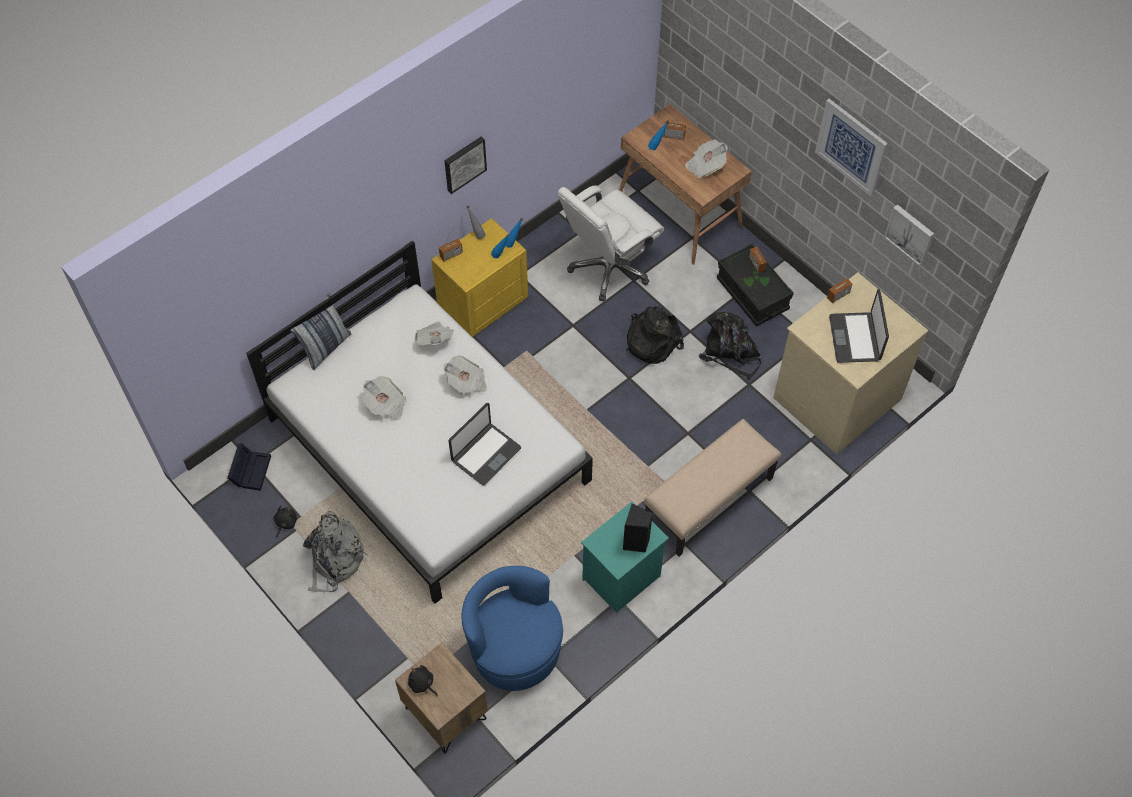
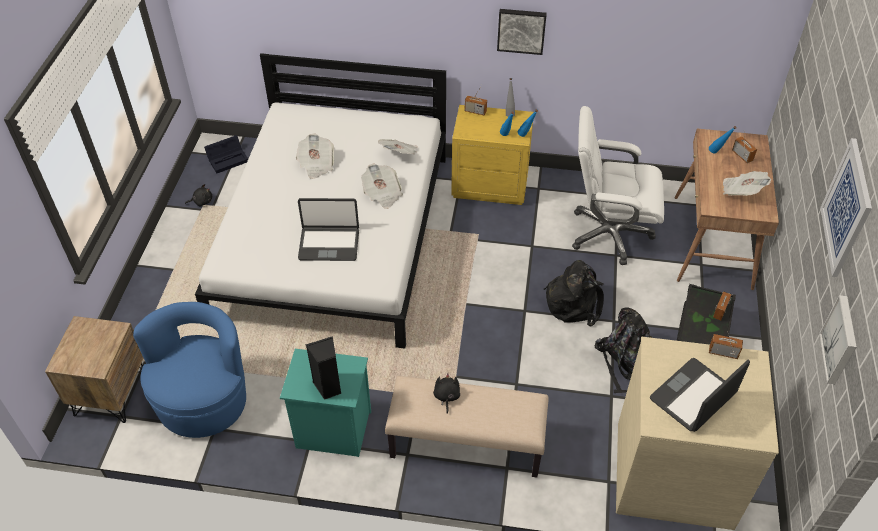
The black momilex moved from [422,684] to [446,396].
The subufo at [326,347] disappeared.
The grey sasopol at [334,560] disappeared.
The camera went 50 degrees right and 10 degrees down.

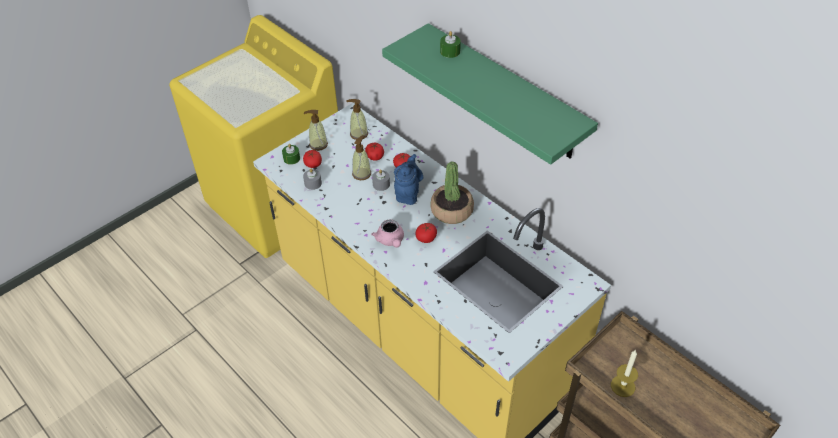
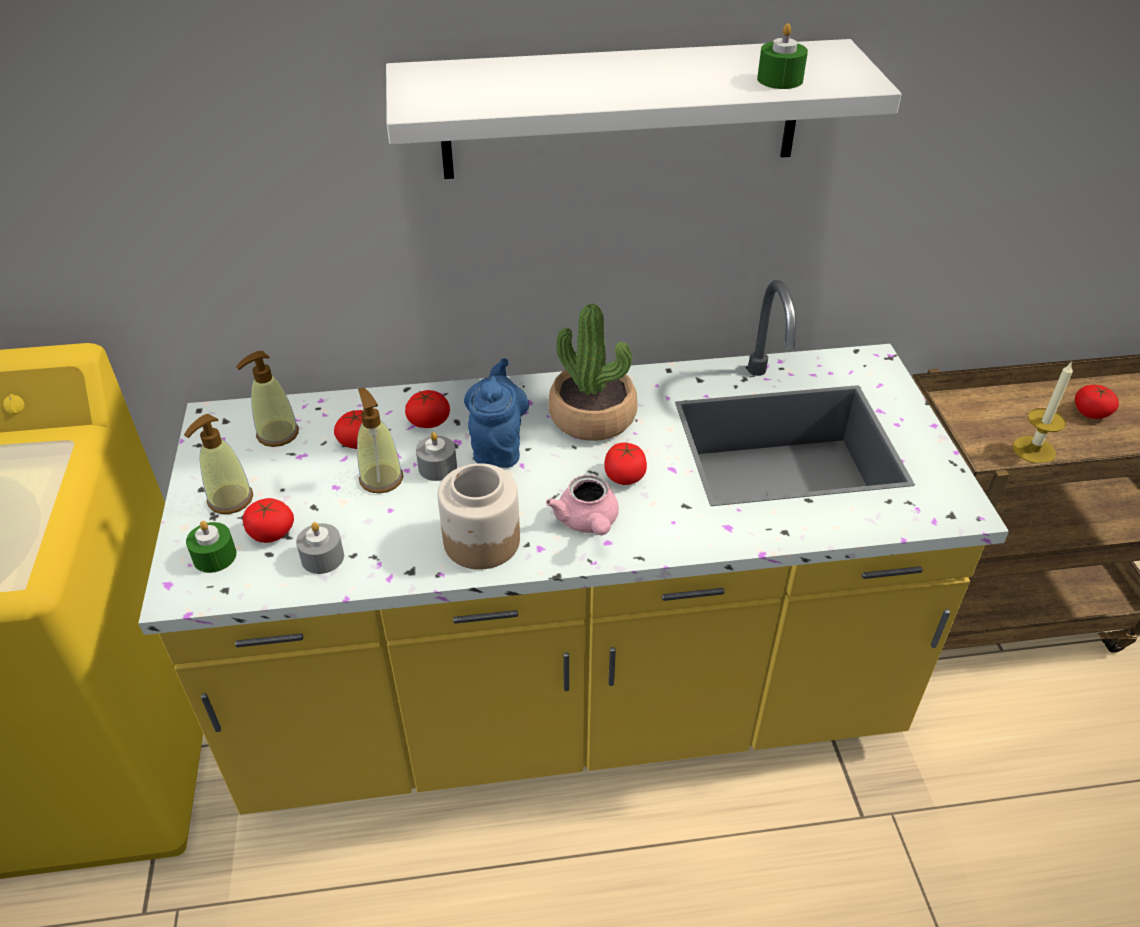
The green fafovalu at [505,92] became the white fafovalu at [621,110].
The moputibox at [480,541] appeared.
The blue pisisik at [408,193] turned 45 degrees clockwise.
The pink pisisik at [390,241] turned 60 degrees clockwise.
The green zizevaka moved from [450,51] to [780,79].
The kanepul at [1091,412] appeared.
The camera went 55 degrees left and 5 degrees down.

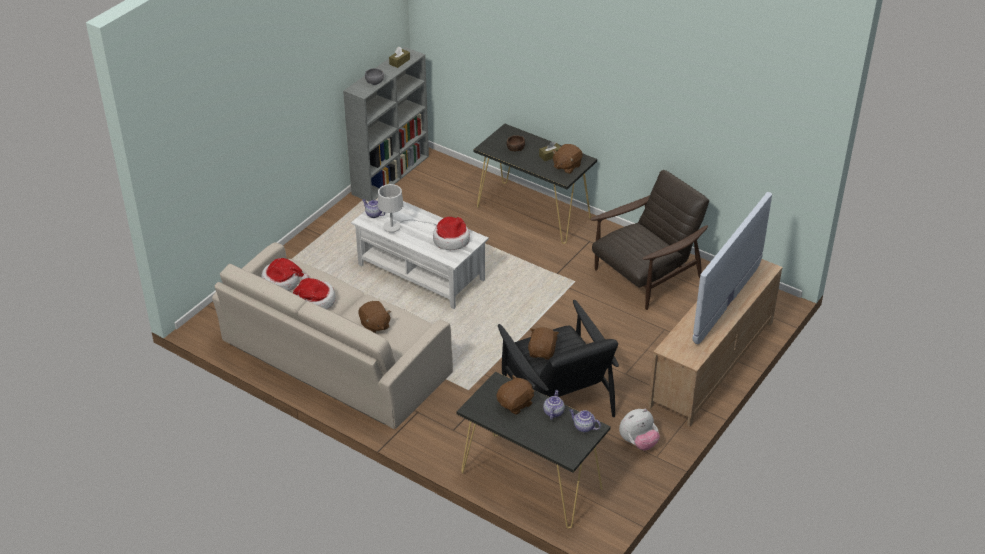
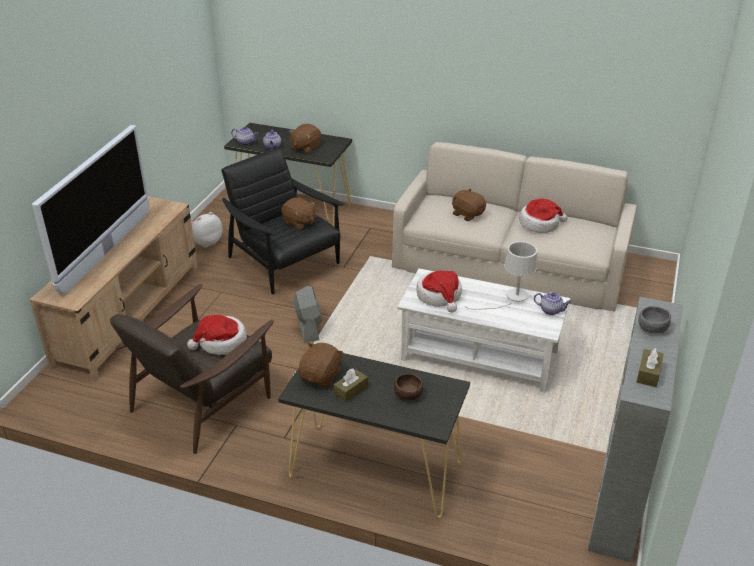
The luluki moved from [282,282] to [221,342].
The brown momilex at [542,352] turned 45 degrees counterclockwise.
The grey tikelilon at [308,327] appeared.
The camera went 165 degrees right and 5 degrees down.

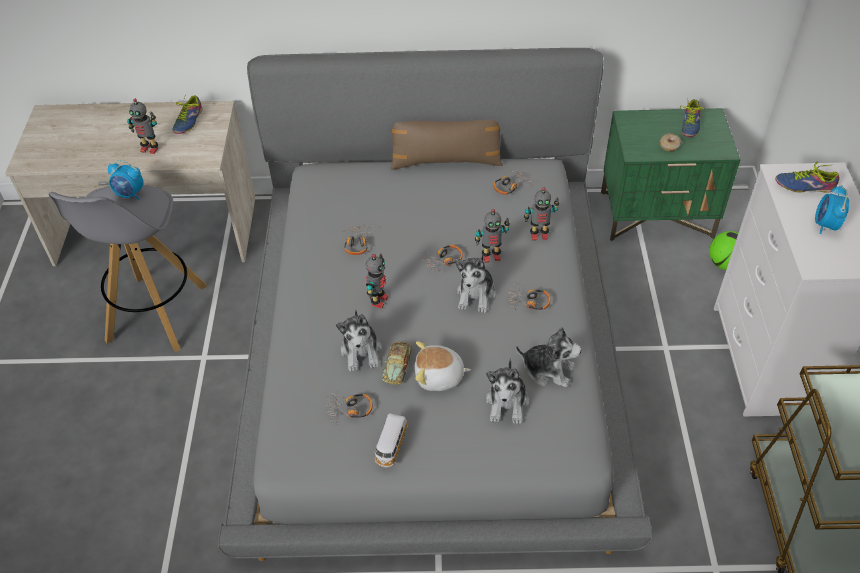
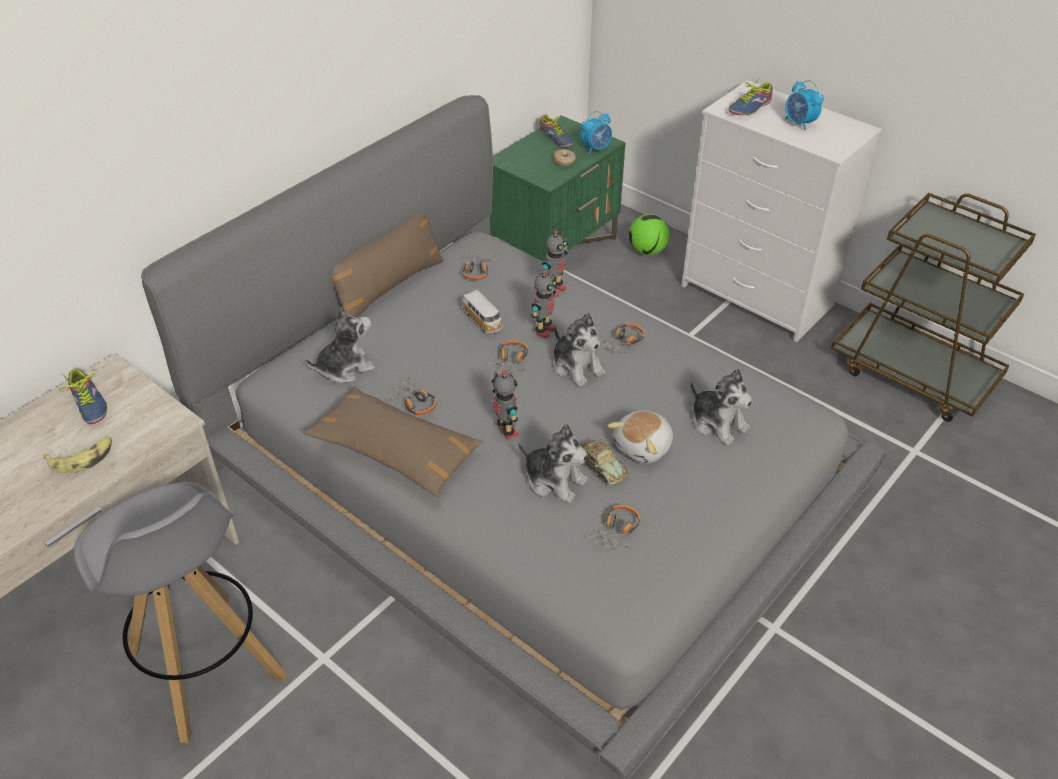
The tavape at [150,148] was replaced by the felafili at [83,458].
The brown subufo at [395,451] appeared.
The momilex moved from [548,370] to [345,368].
The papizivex moved from [391,446] to [483,320].
The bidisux moved from [130,194] to [596,148].
The camera went 50 degrees left and 5 degrees down.

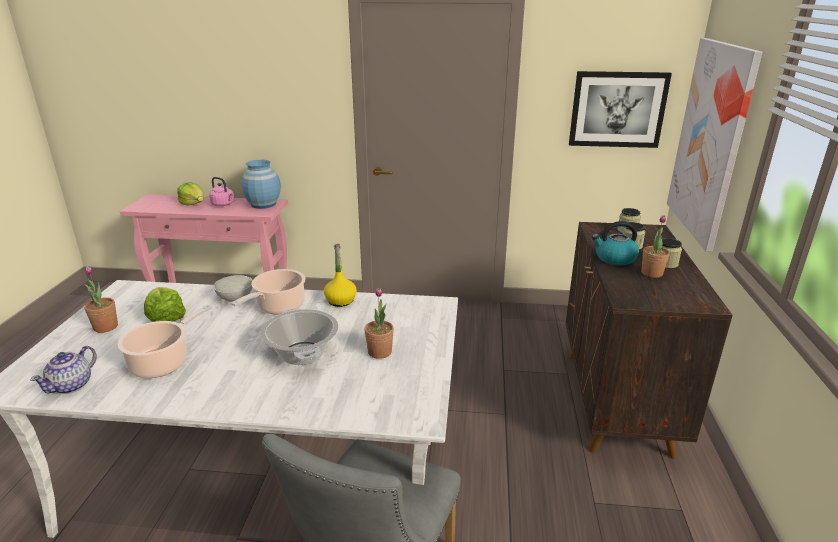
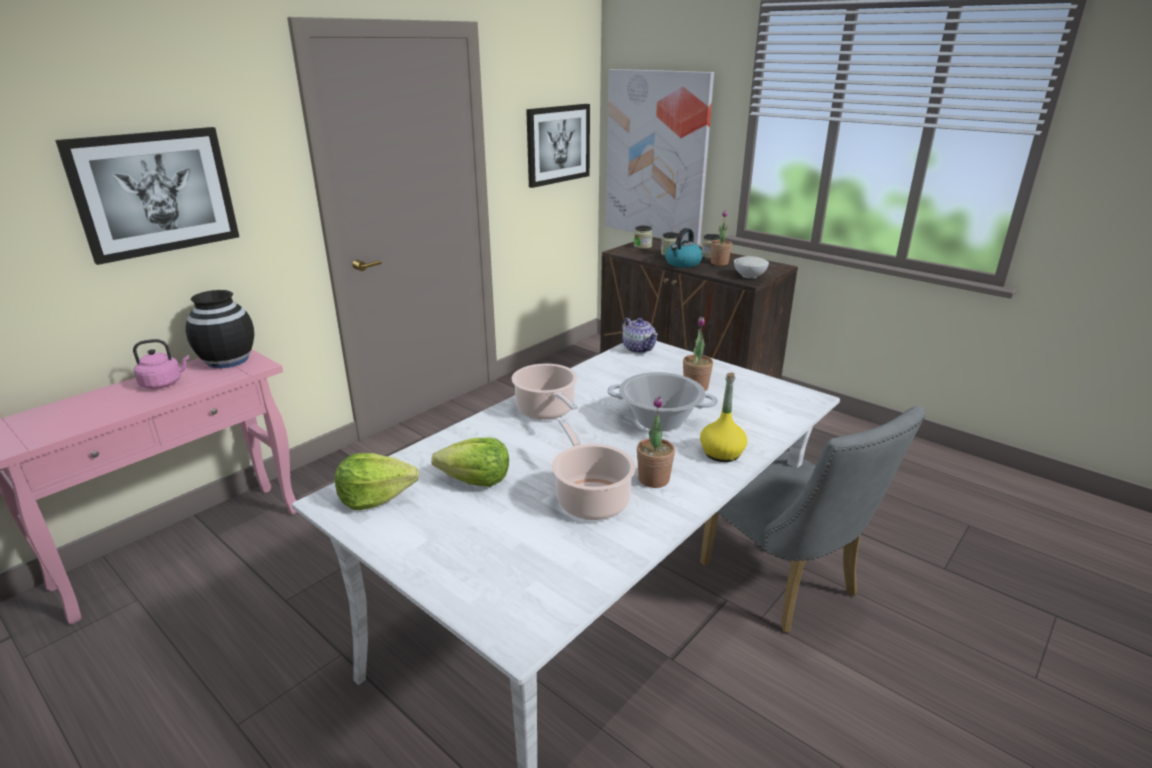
The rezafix at [155,193] appeared.
The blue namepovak at [263,204] became the black namepovak at [227,360].
The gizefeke moved from [193,204] to [375,497].
The pisisik moved from [72,385] to [639,348].
The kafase moved from [106,327] to [654,479].
The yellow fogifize moved from [340,301] to [721,453].
The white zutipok moved from [235,298] to [749,276].
The camera went 55 degrees left and 0 degrees up.

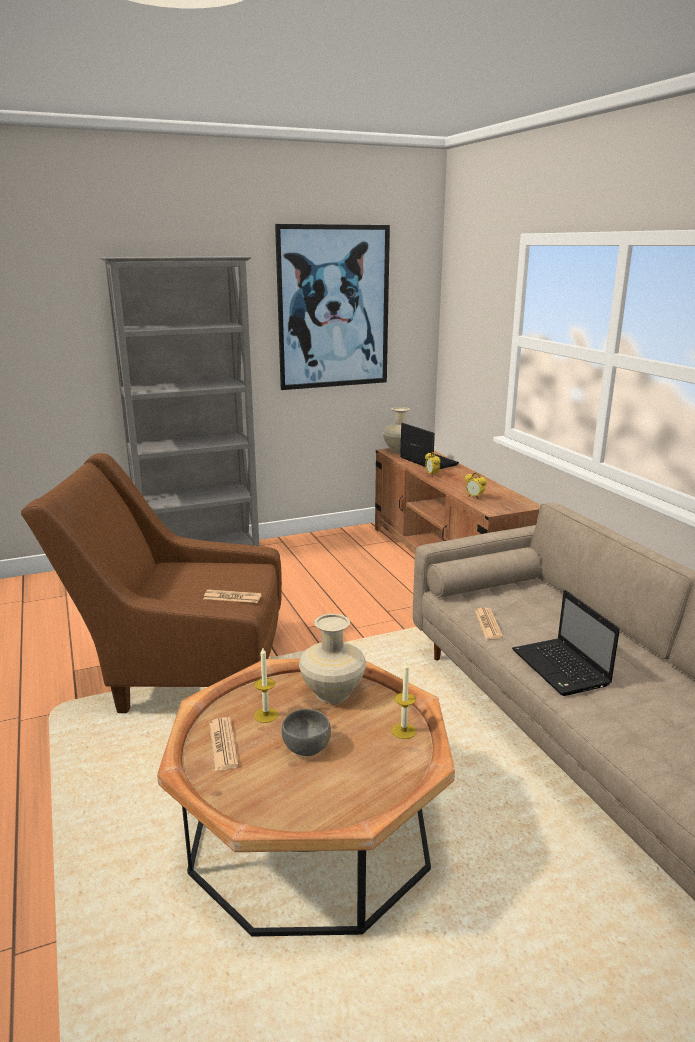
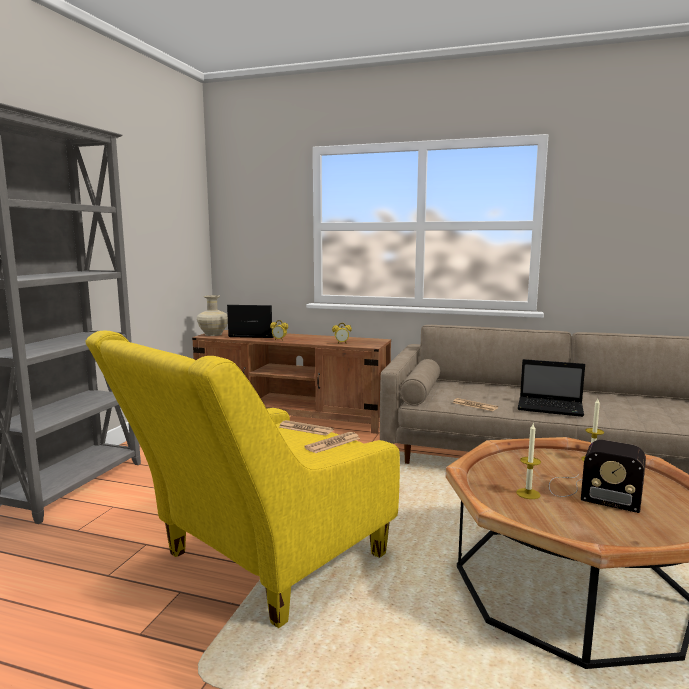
The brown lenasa at [181,671] became the yellow lenasa at [258,565].
The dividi moved from [223,744] to [305,429].
The grey zutipok at [307,747] was replaced by the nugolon at [590,493].
The rezafix at [333,308] disappeared.
The beige namepovak at [331,693] disappeared.
The camera went 50 degrees left and 10 degrees down.

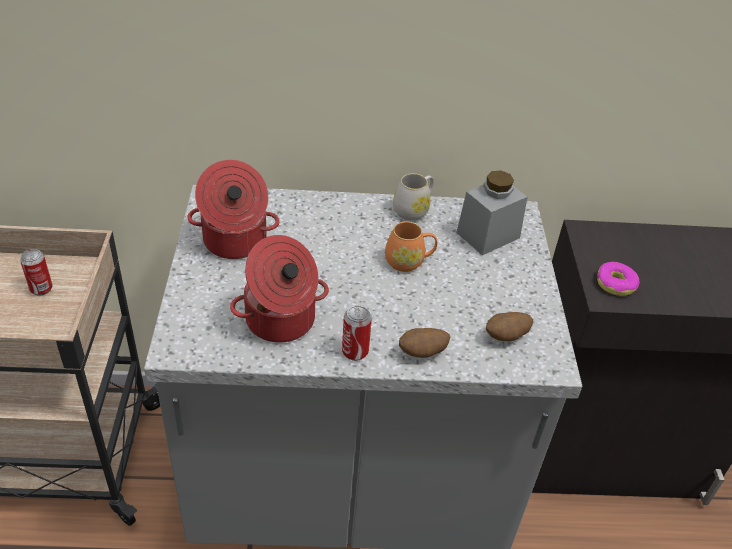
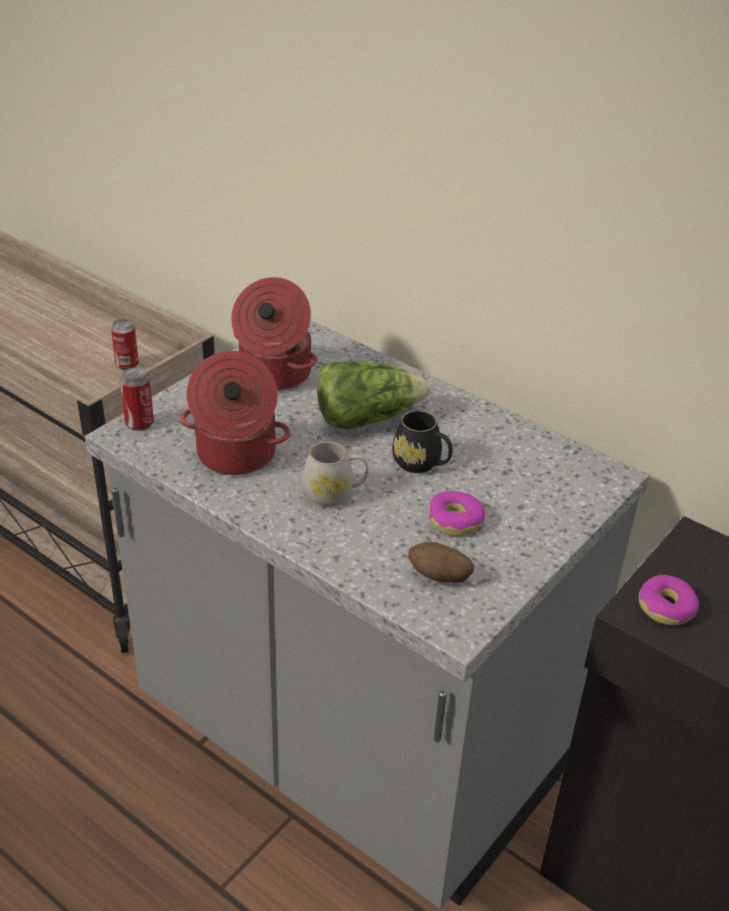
The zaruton moved from [355,352] to [139,423].
The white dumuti moved from [413,209] to [334,493].
The gizefeke at [366,417] appeared.
The orange dumuti at [409,261] became the black dumuti at [421,464].
The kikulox at [455,520] appeared.
The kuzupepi at [422,353] disappeared.
The grey moputibox at [488,235] disappeared.
The camera went 40 degrees right and 5 degrees down.

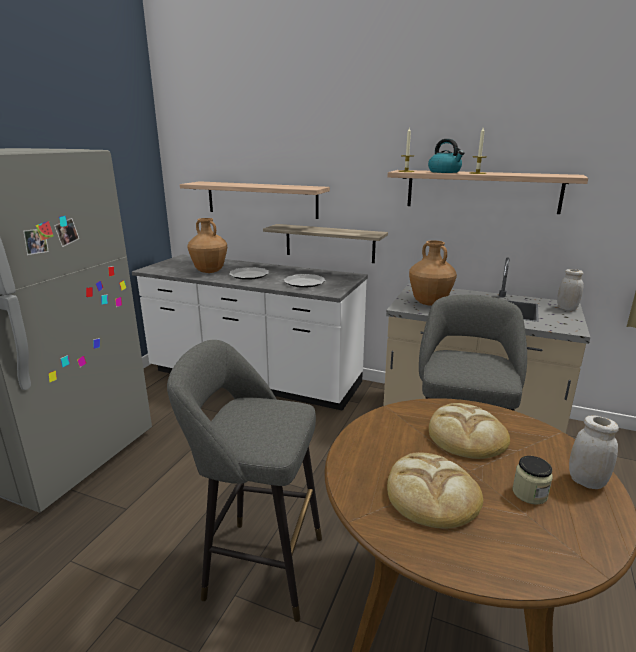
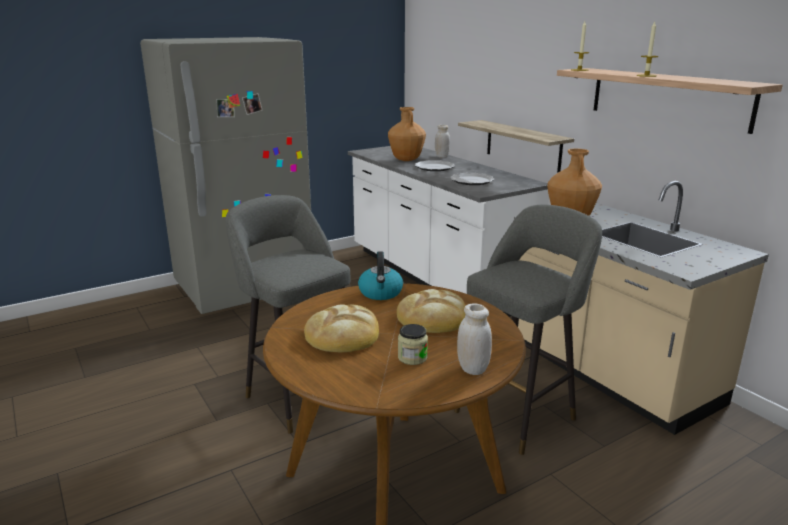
The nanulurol moved from [445,172] to [381,293].
The white moputibox moved from [566,308] to [442,156].
The fafovalu at [261,199] disappeared.
The camera went 35 degrees right and 0 degrees up.

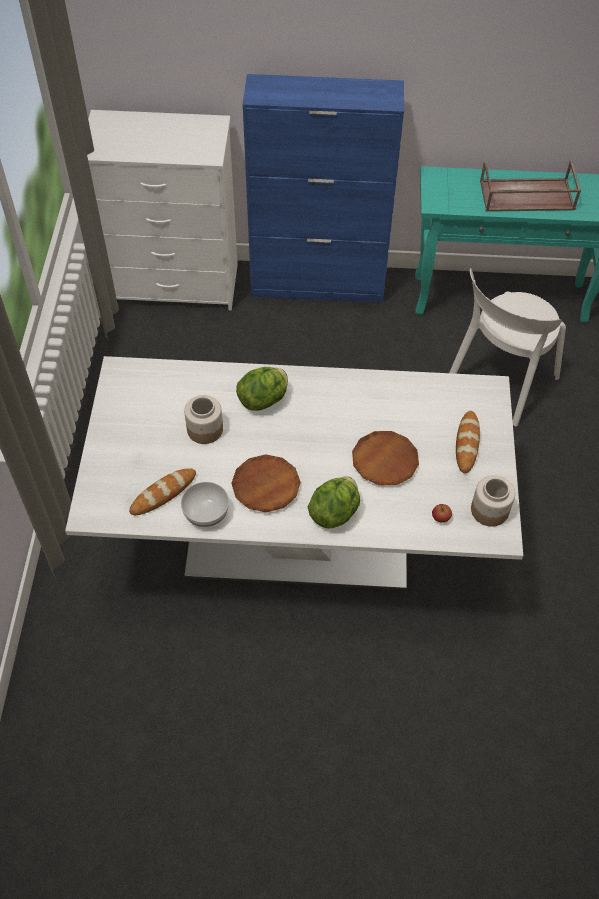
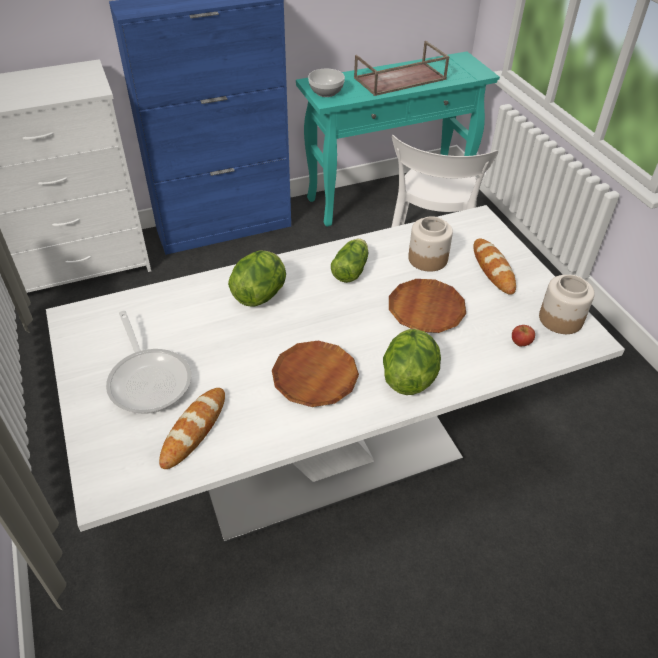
The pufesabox at [149,379] appeared.
The zutipok moved from [205,513] to [325,92].
The gizefeke at [351,269] appeared.
The moputibox moved from [204,429] to [427,259].
The camera went 25 degrees left and 10 degrees down.

